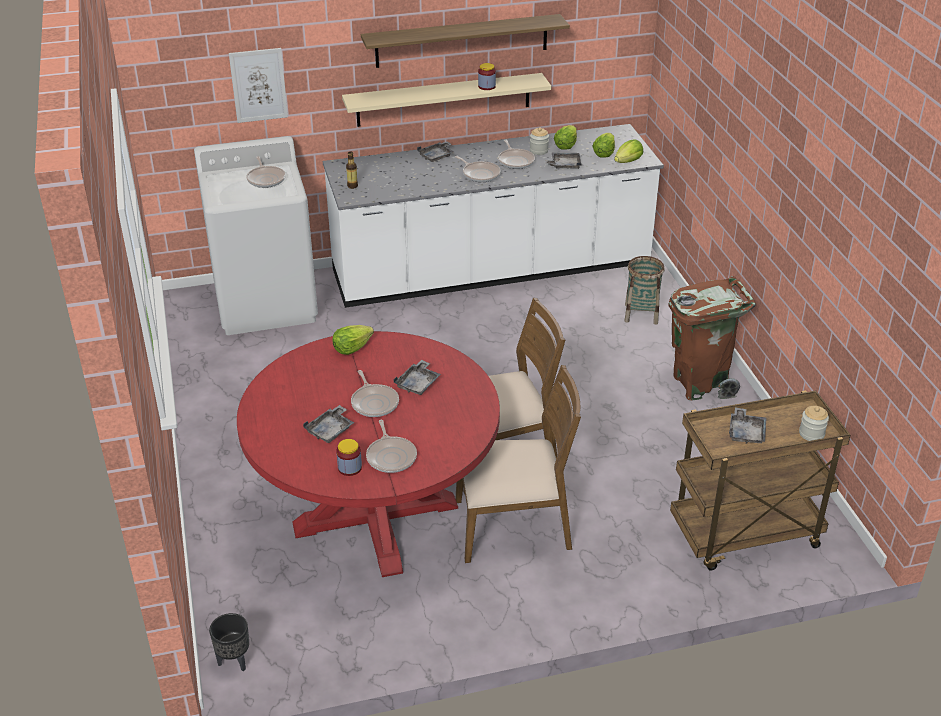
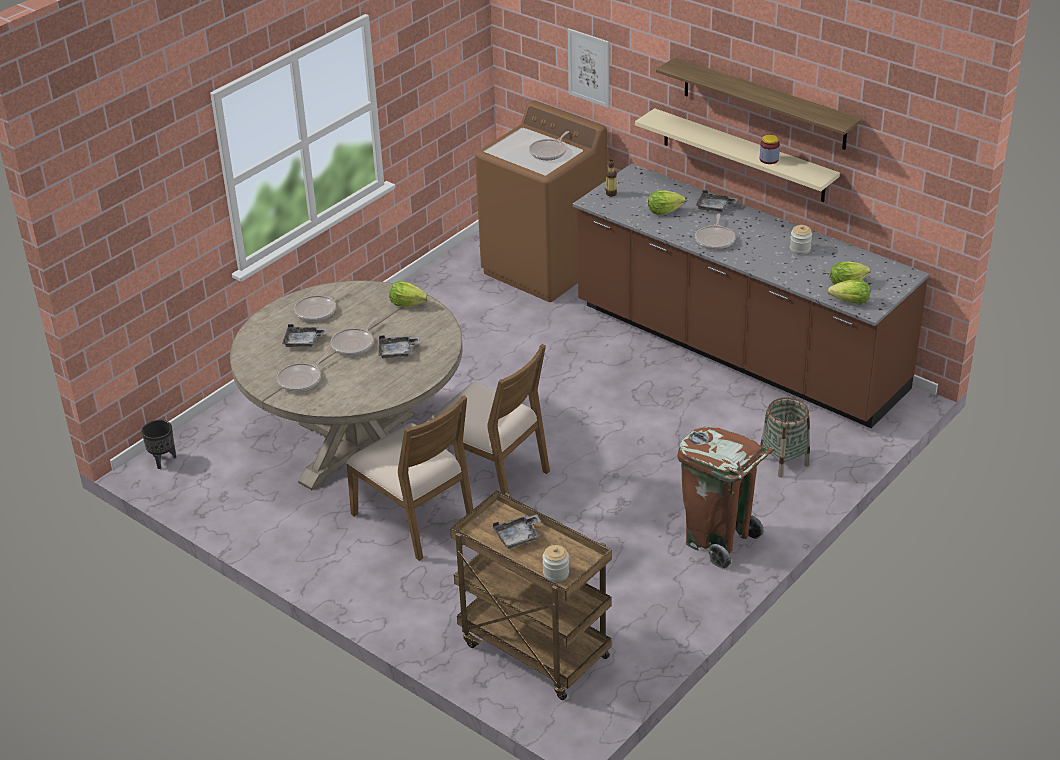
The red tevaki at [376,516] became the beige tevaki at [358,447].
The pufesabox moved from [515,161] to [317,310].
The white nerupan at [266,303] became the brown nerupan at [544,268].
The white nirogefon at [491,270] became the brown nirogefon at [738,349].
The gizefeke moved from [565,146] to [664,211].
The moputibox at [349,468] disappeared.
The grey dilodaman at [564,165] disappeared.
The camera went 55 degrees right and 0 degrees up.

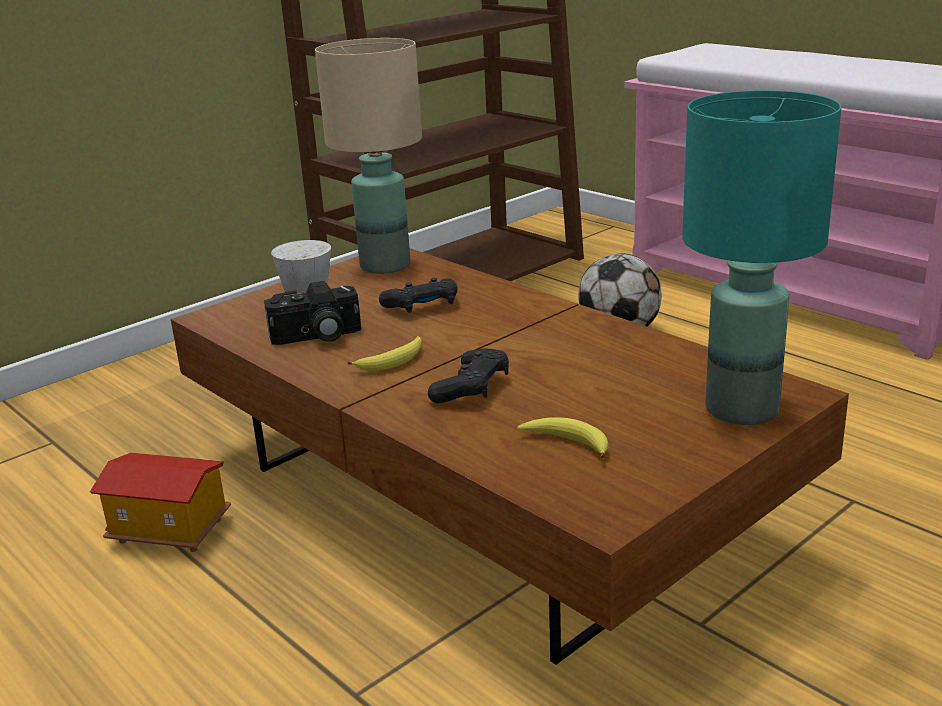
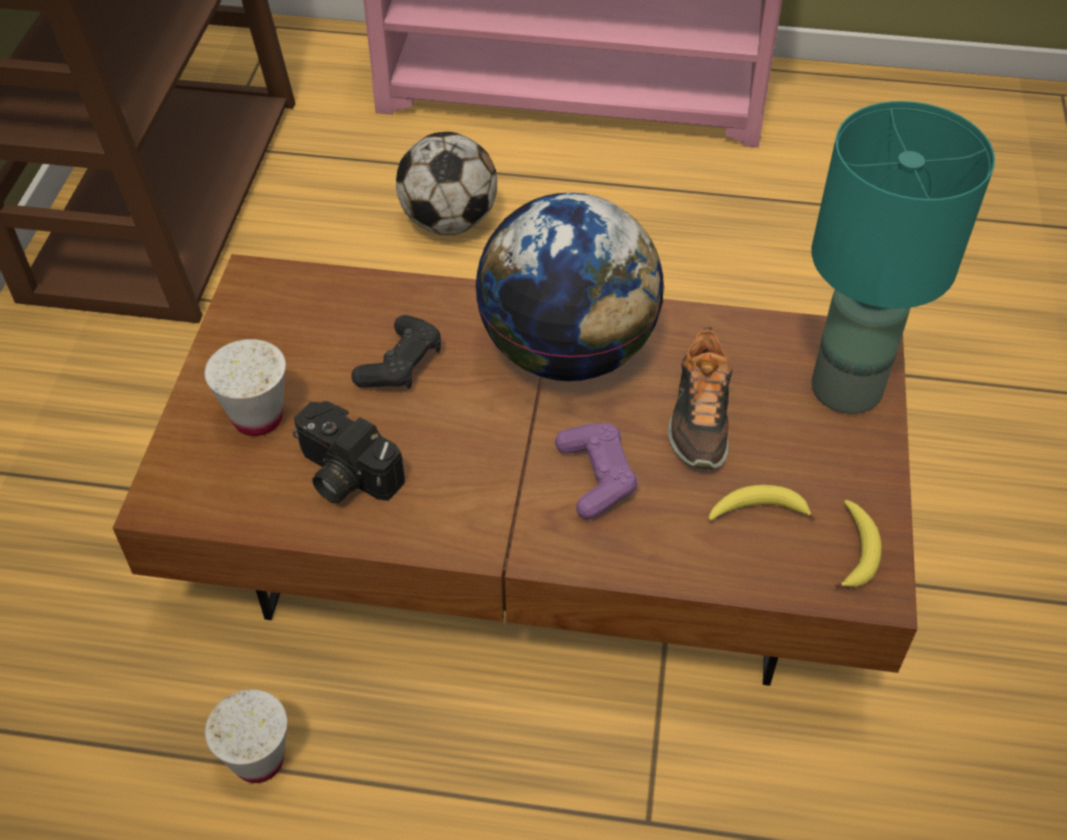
The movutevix at [168,531] was replaced by the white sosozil at [259,760].
The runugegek at [316,337] turned 90 degrees clockwise.
The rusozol at [568,352] appeared.
The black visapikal at [472,388] became the purple visapikal at [596,477].
The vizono at [699,417] appeared.
The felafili moved from [393,361] to [856,551].
The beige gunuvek at [385,265] disappeared.
The camera went 40 degrees left and 25 degrees up.

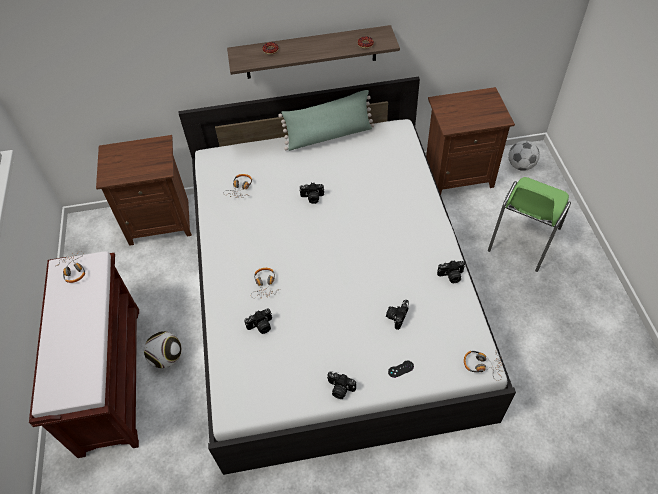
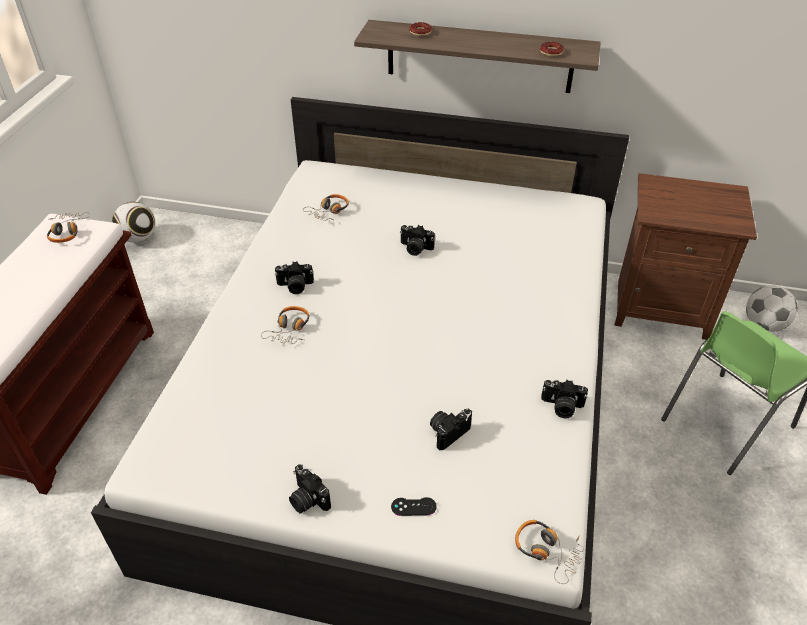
The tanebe moved from [167,357] to [138,238].
The runugegek moved from [261,326] to [295,286].
The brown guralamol at [160,221] disappeared.
The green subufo at [329,136] disappeared.
The camera went 20 degrees right and 10 degrees down.

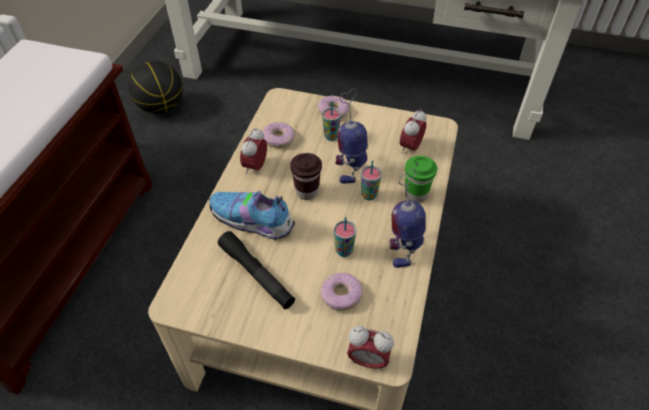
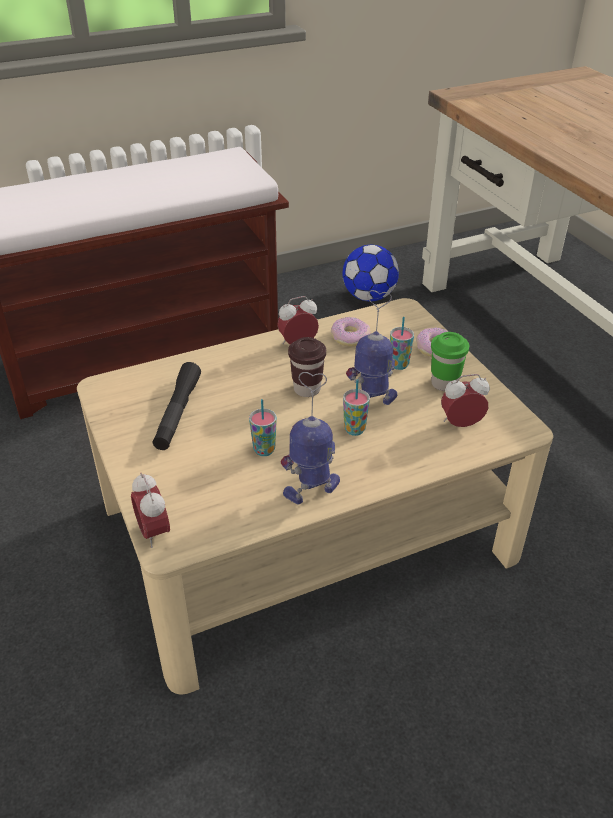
The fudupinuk at [161,107] was replaced by the tanebe at [369,297].
The green sosozil moved from [415,195] to [444,384].
The vizono at [253,223] disappeared.
The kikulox at [341,295] disappeared.
The camera went 50 degrees right and 10 degrees down.

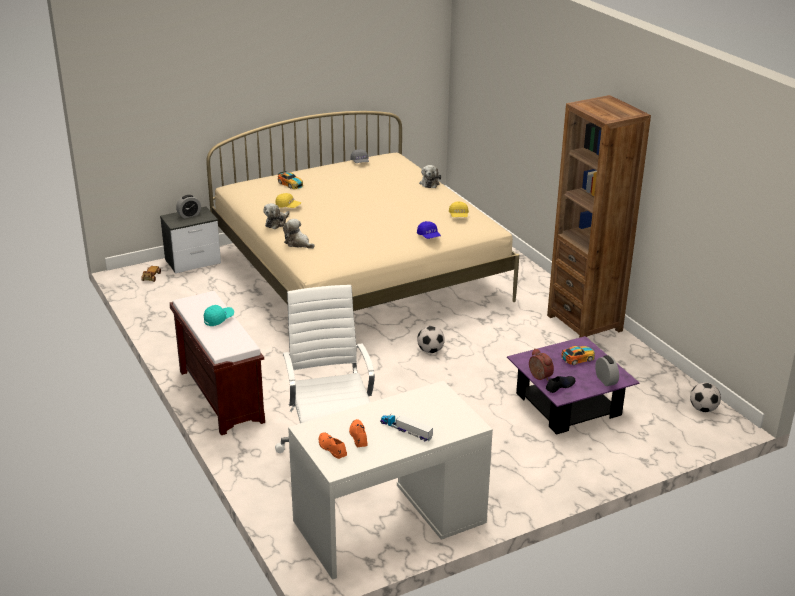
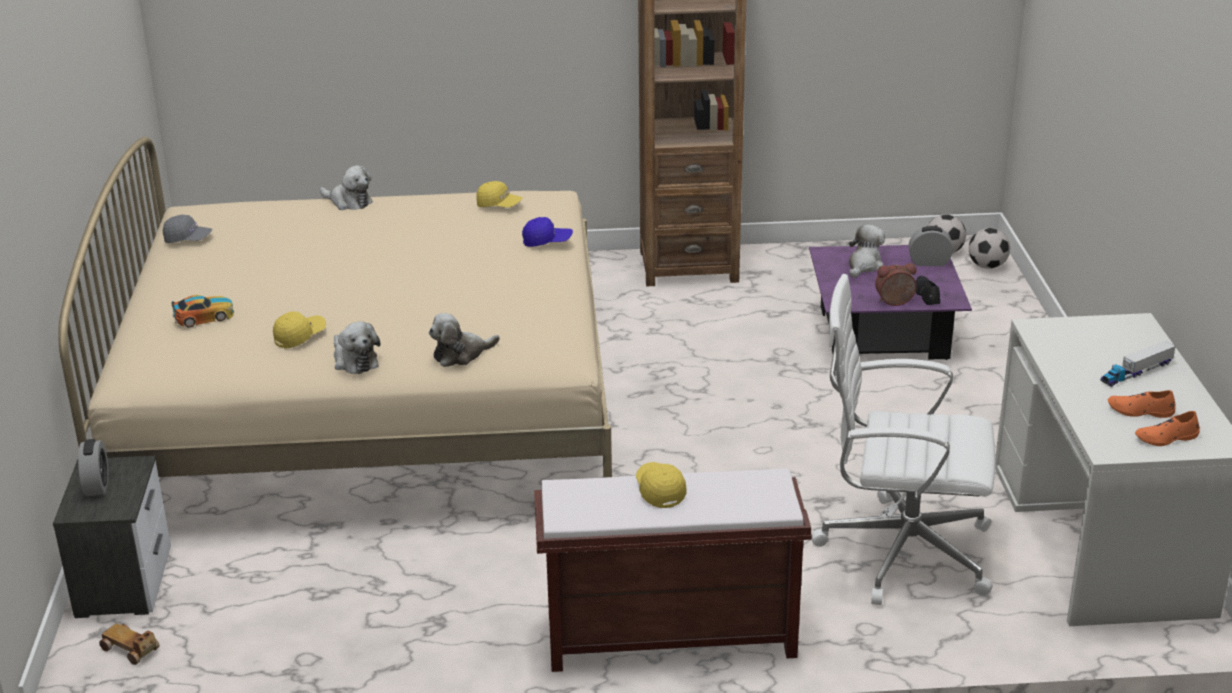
The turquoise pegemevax at [219,319] became the yellow pegemevax at [659,491].
The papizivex at [578,358] was replaced by the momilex at [864,266].
The tanebe moved from [430,351] to [987,266].
The camera went 65 degrees left and 0 degrees up.

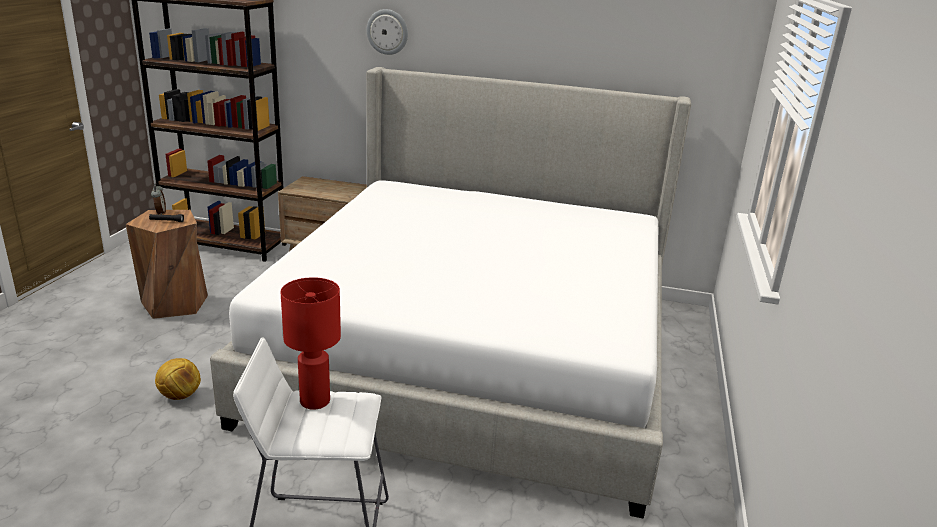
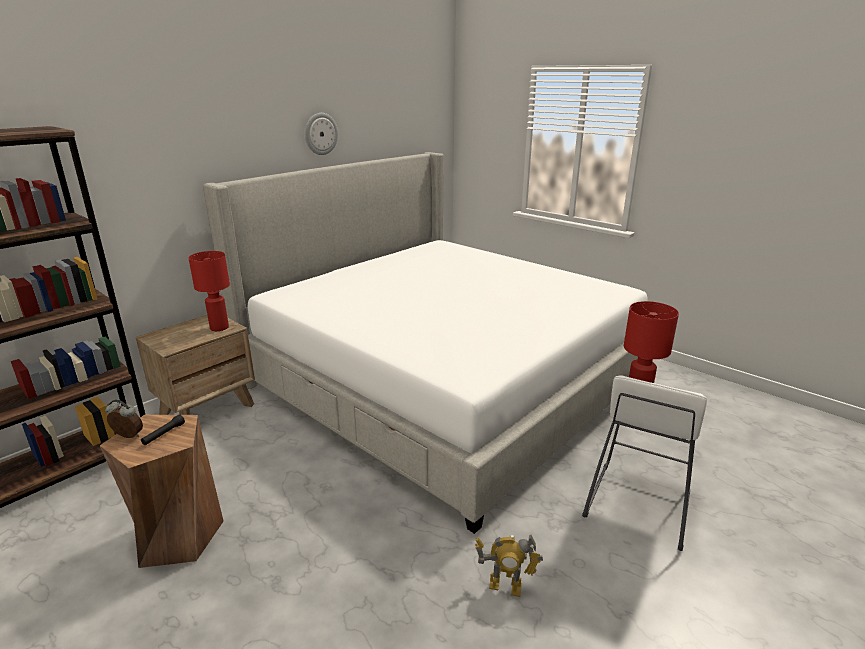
The red gunuvek at [220,327] appeared.
The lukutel moved from [387,32] to [320,134].
The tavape at [505,586] appeared.
The tanebe at [179,396] disappeared.
The camera went 60 degrees left and 0 degrees up.

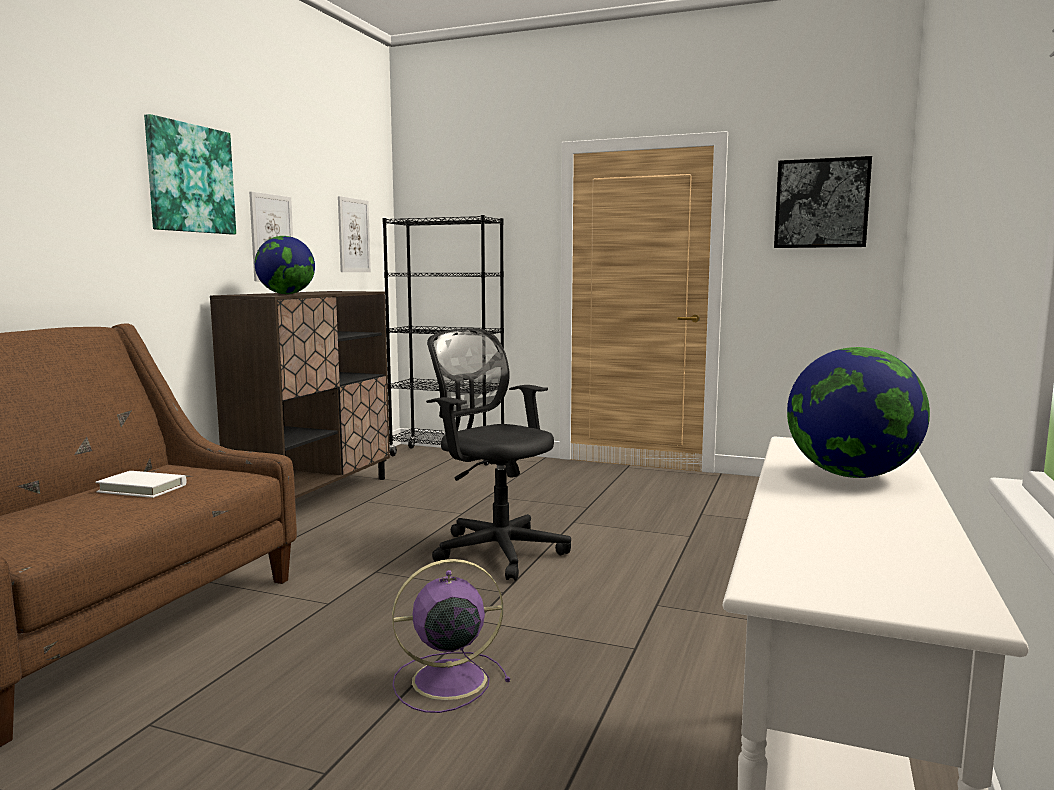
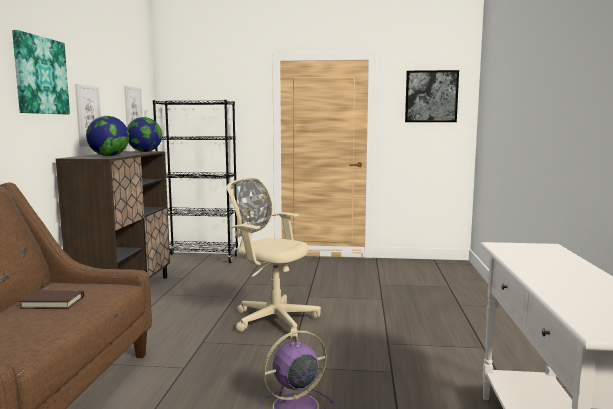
The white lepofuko at [142,488] became the brown lepofuko at [53,302].
The rusozol moved from [851,475] to [145,151].
The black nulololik at [496,550] became the beige nulololik at [272,319].
The camera went 15 degrees left and 0 degrees up.

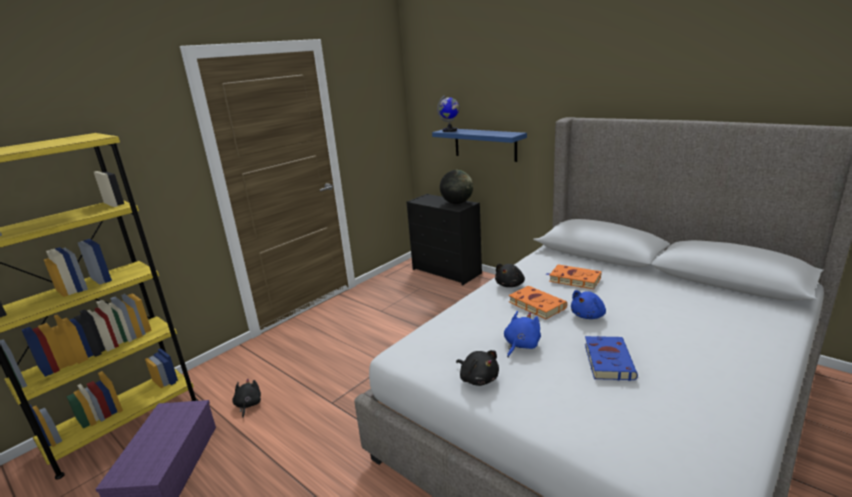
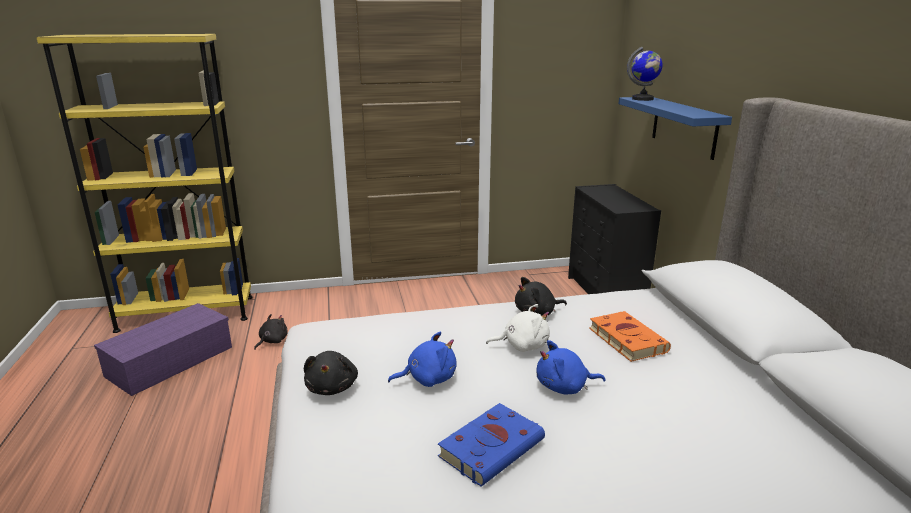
The orange lepofuko at [535,304] was replaced by the white momilex at [522,345].
The rusozol at [457,203] disappeared.
The camera went 35 degrees right and 0 degrees up.

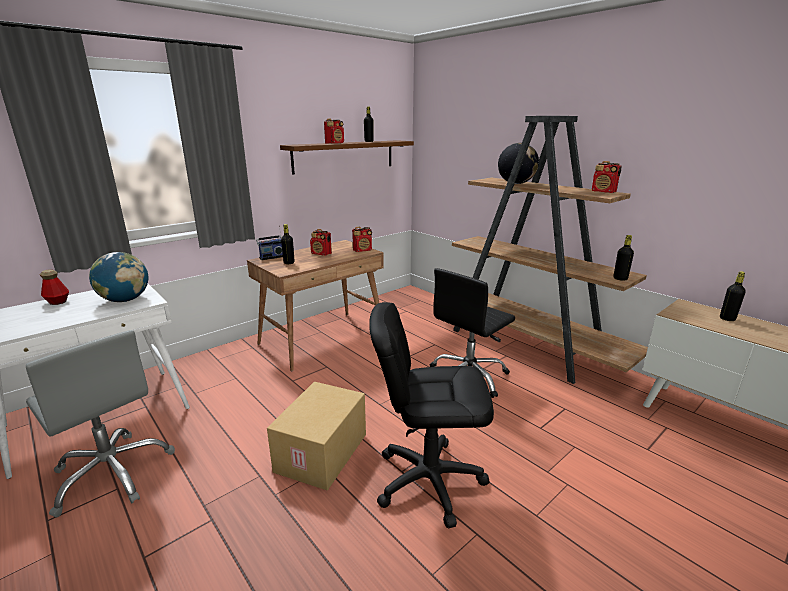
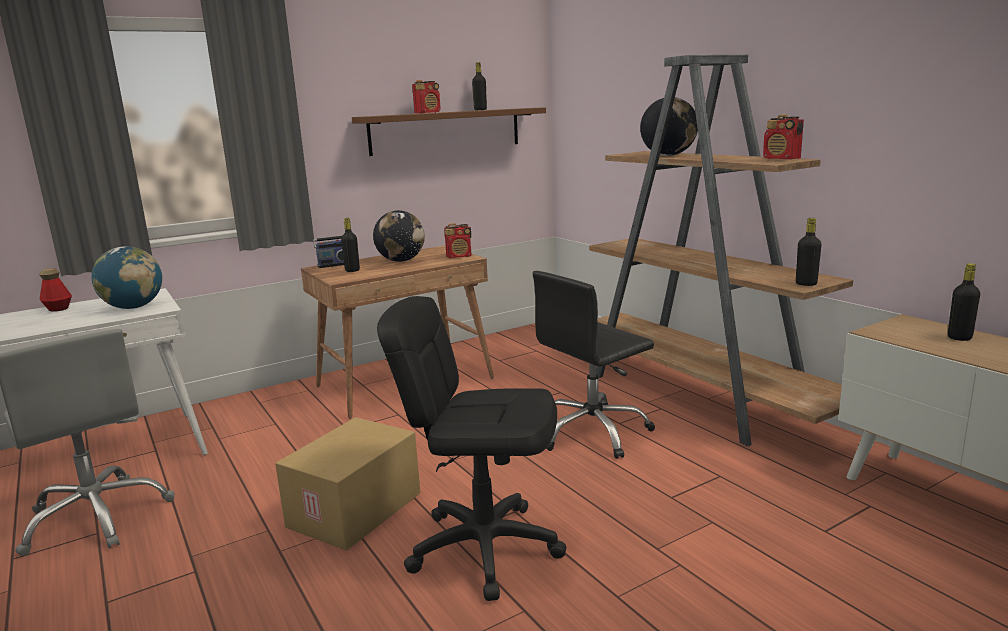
The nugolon at [321,254] was replaced by the rusozol at [401,261].
The camera went 10 degrees right and 5 degrees down.

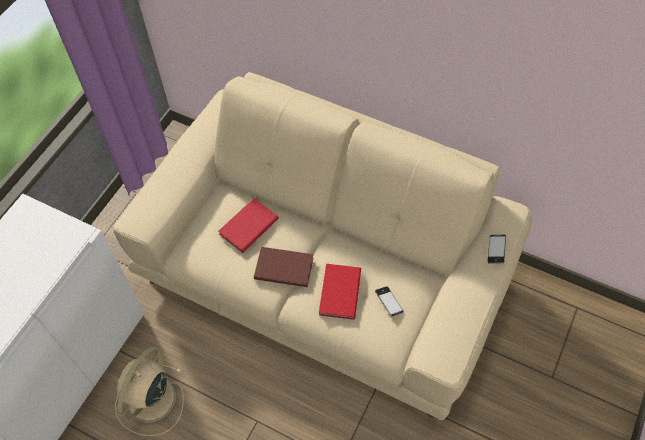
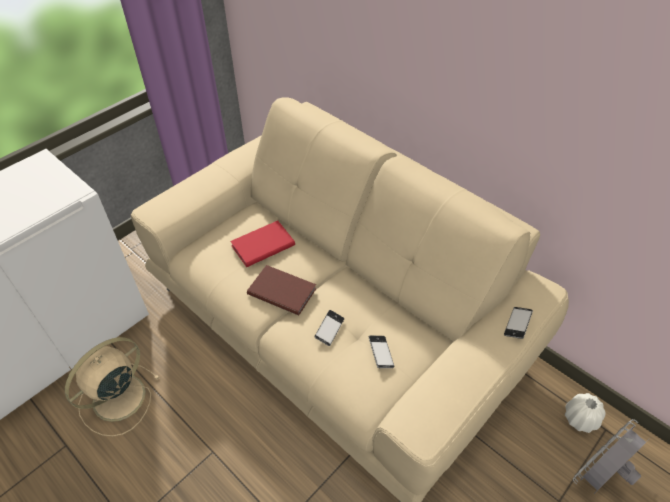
The red lepofuko at [338,293] was replaced by the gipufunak at [329,329].
The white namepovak at [580,419] appeared.
The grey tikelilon at [599,476] appeared.
The camera went 15 degrees right and 10 degrees down.

